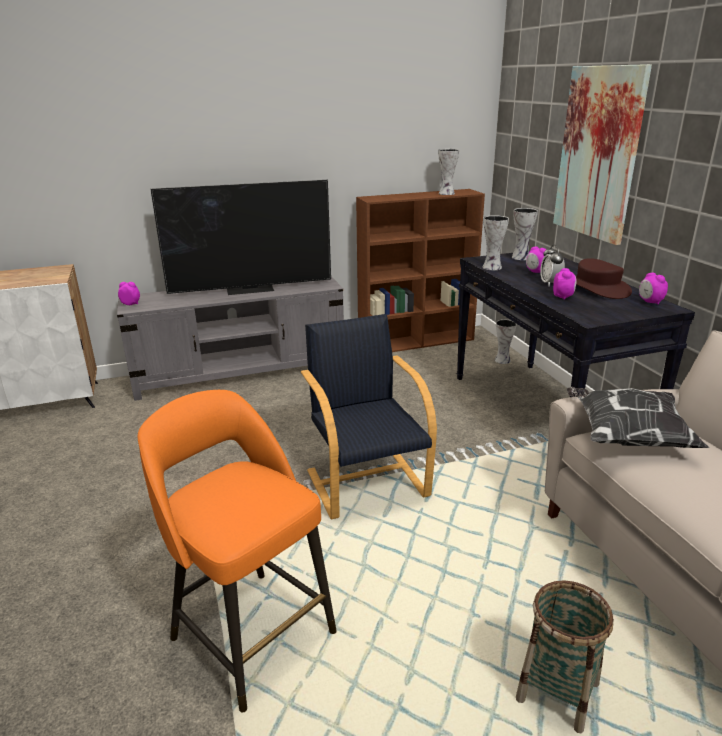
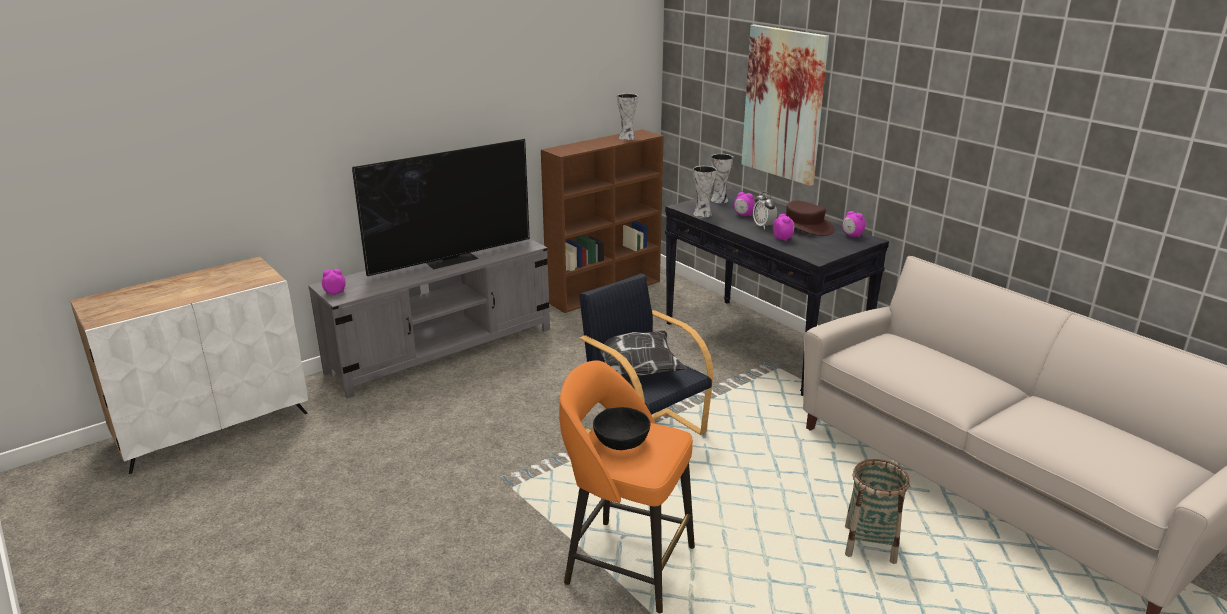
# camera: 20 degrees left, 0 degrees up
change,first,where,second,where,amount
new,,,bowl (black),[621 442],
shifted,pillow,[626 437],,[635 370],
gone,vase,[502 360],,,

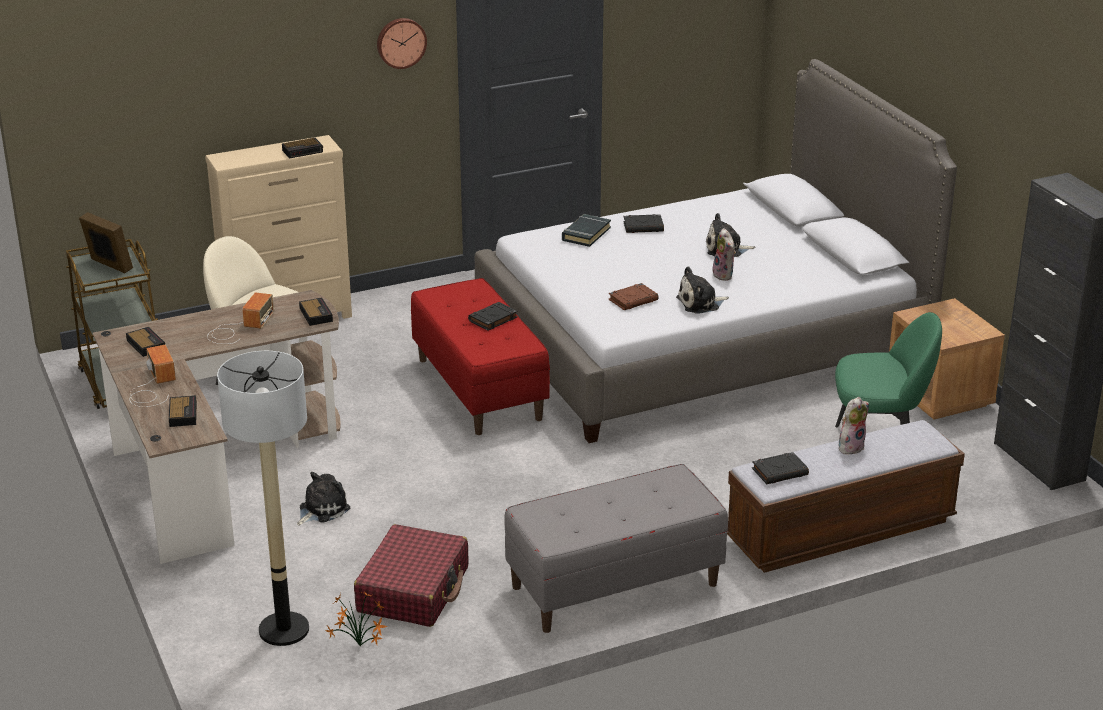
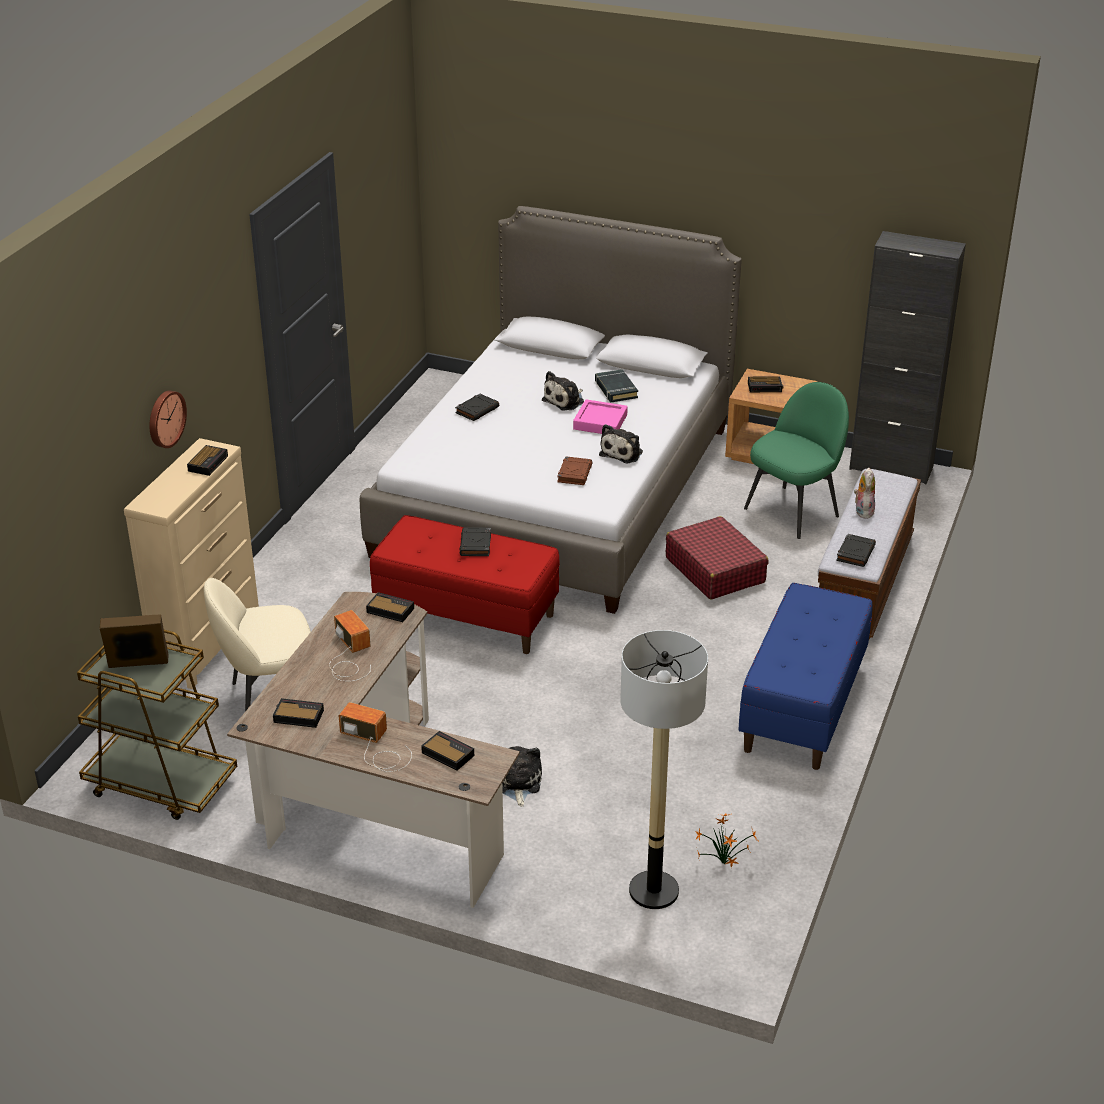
# camera: 45 degrees left, 5 degrees up
change,first,where,second,where,amount
shifted,wall clock,[401 42],,[165 418],
swapped,plush toy,[724 275],tray (pink),[600 422],
shifted,book (black),[585 234],,[615 389],
shifted,suitcase (red),[413 590],,[715 570],
repainted,bench (grey),[614 586],bench (blue),[803 708],
new,,,alarm clock,[765 387],

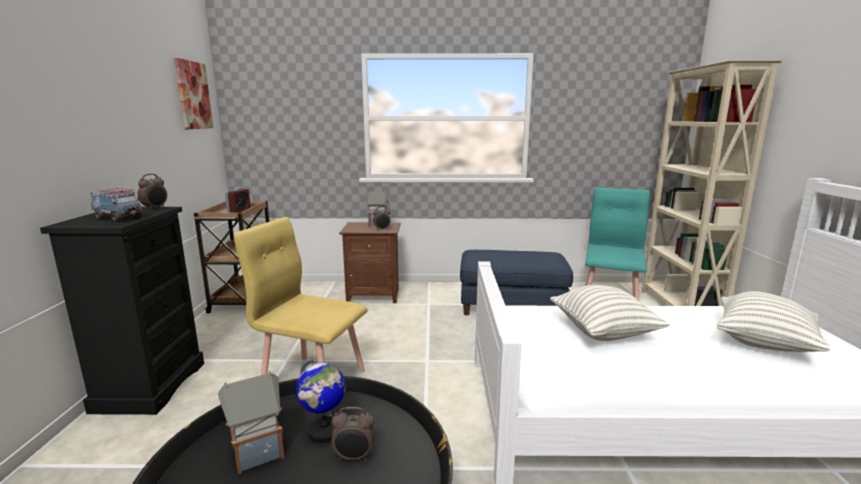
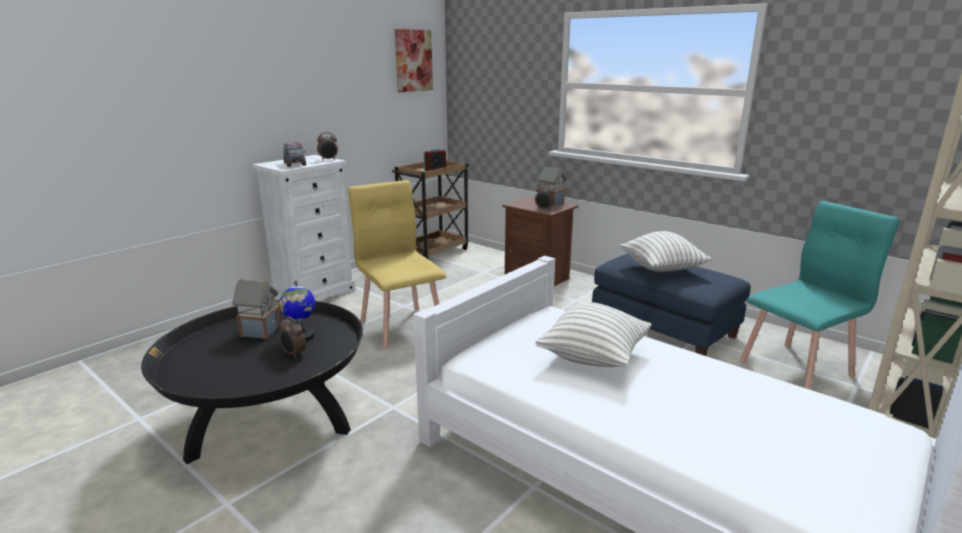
# camera: 40 degrees right, 5 degrees up
change,first,where,second,where,amount
repainted,dresser (black),[150 386],dresser (white),[314 293],
shifted,pillow,[763 343],,[661 269],

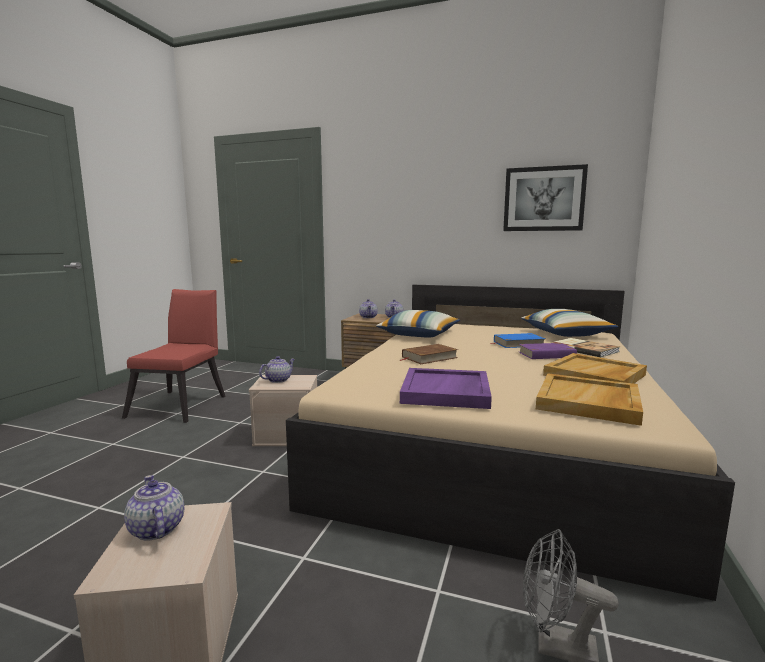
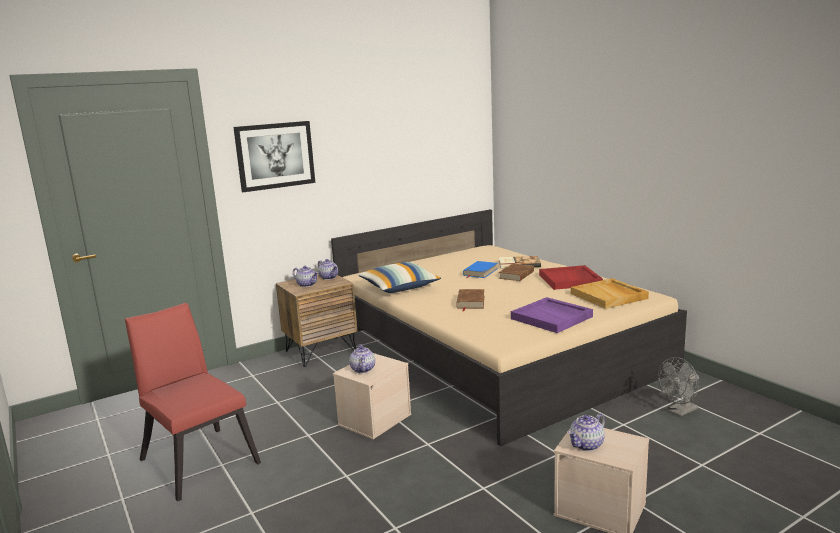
# camera: 50 degrees left, 5 degrees up
change,first,where,second,where,amount
shifted,picture,[543 199],,[275 155],
repainted,book (purple),[547 355],book (brown),[516 275],
repainted,tray (beige),[595 375],tray (red),[570 280],
rotated,teapot,[155 529],,[586 445],45 degrees counterclockwise
gone,pillow,[566 334],,,

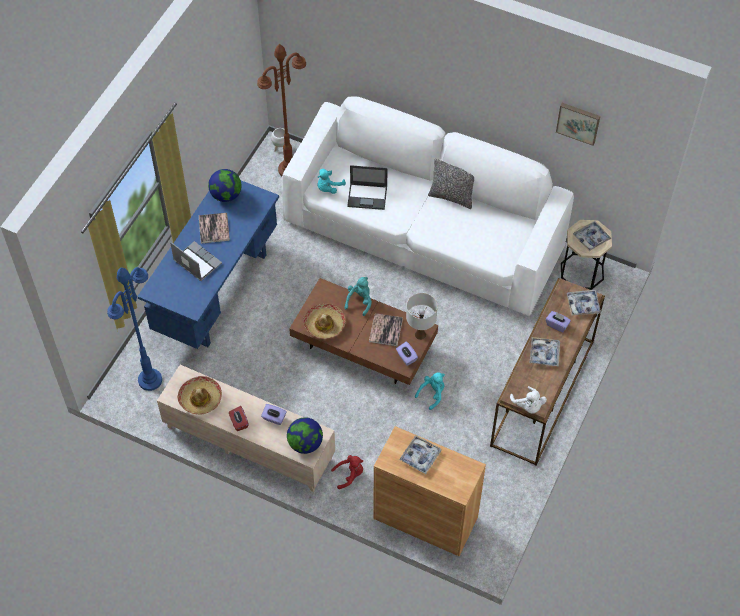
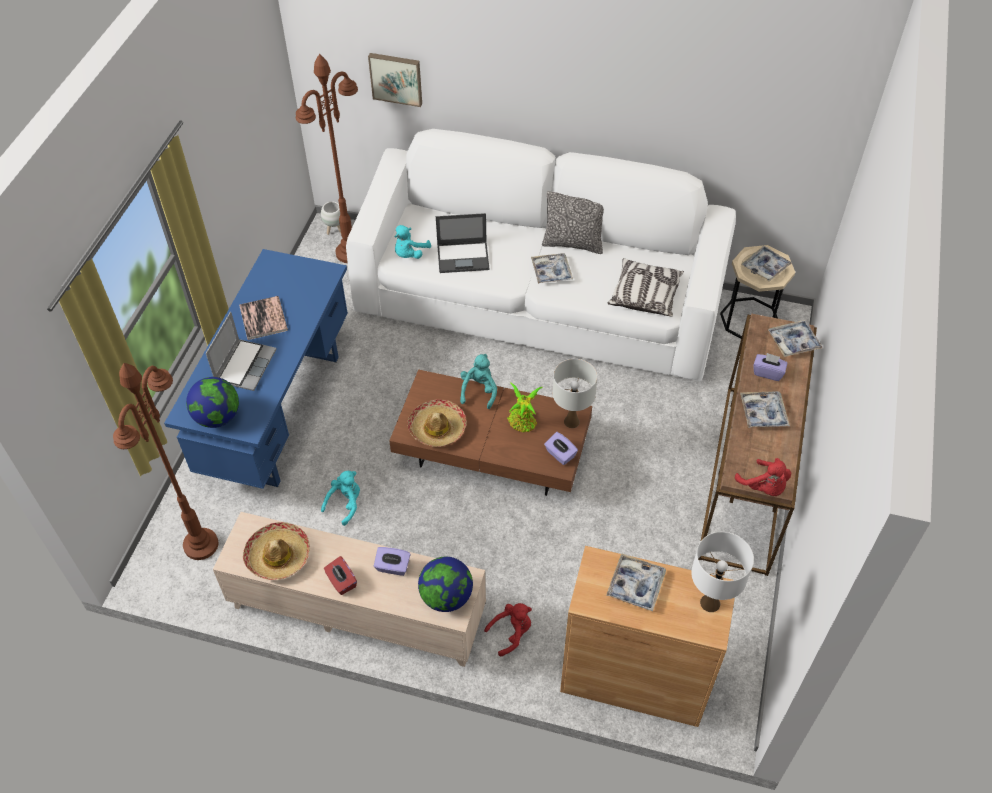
# camera: 10 degrees left, 5 degrees down
change,first,where,second,where,amount
repainted,floor lamp (blue),[150 380],floor lamp (brown),[201 544],
shifted,globe,[226 195],,[217 417],
rotated,laptop,[196 262],,[245 365],75 degrees clockwise
shifted,plush toy (turquoise),[432 394],,[345 504],
shifted,picture,[578 122],,[396 78],
swapped,book,[385 330],potted plant,[523 423],
new,,,tray,[551 272],
new,,,pillow,[645 295],
new,,,table lamp (white),[710 603],
repainted,plush toy (white),[528 406],plush toy (red),[764 487],

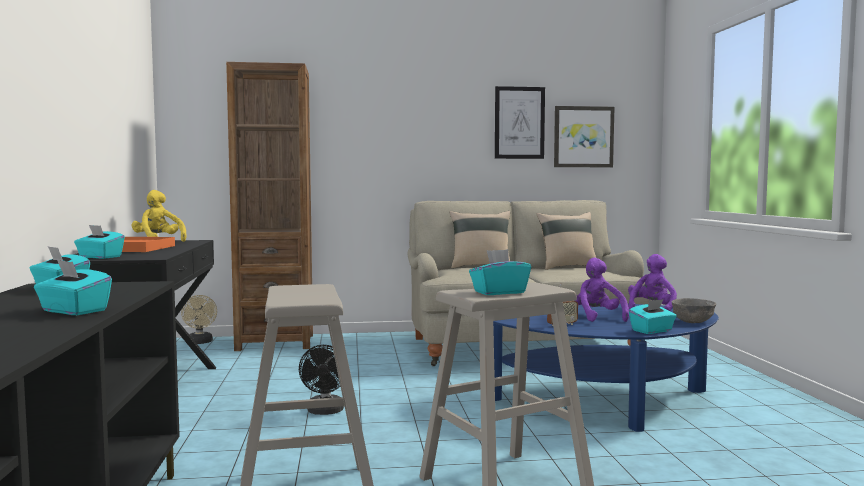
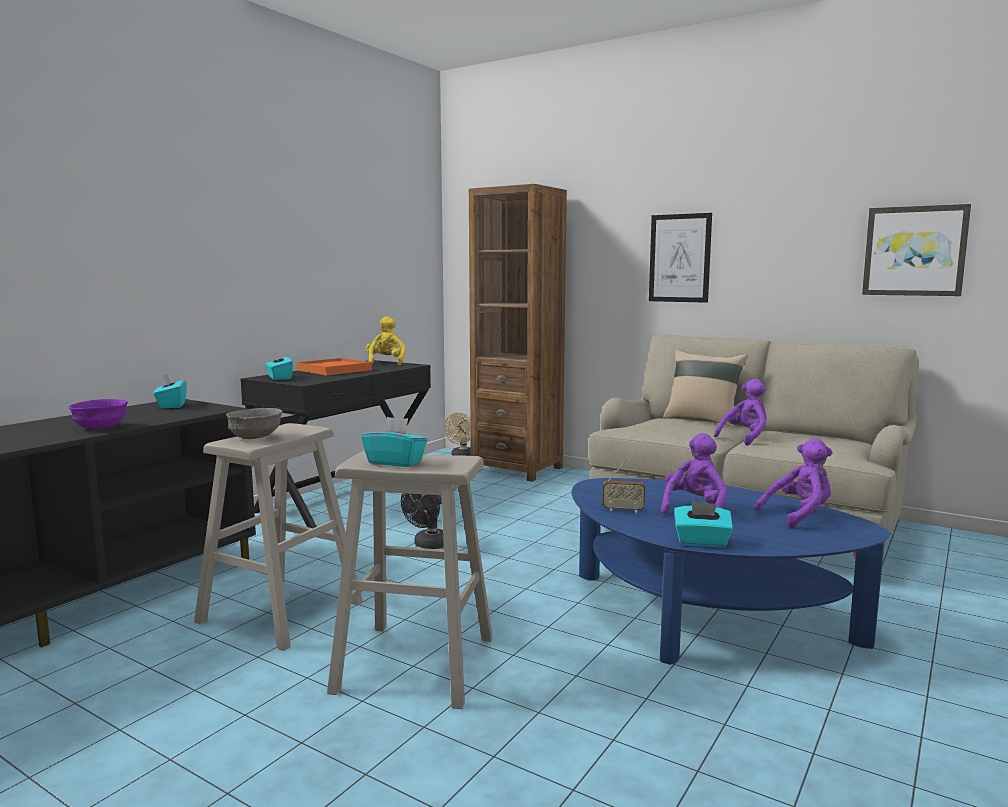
# camera: 40 degrees right, 5 degrees up
change,first,where,second,where,amount
swapped,tissue box (turquoise),[73 311],bowl (purple),[101 427],
shifted,bowl (grey),[693 321],,[255 437],
shifted,picture,[519 123],,[679 258],
new,,,plush toy (purple),[745 438],
gone,pillow (beige),[567 267],,,

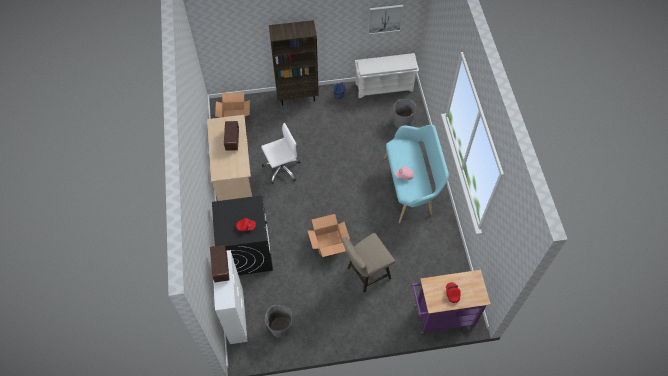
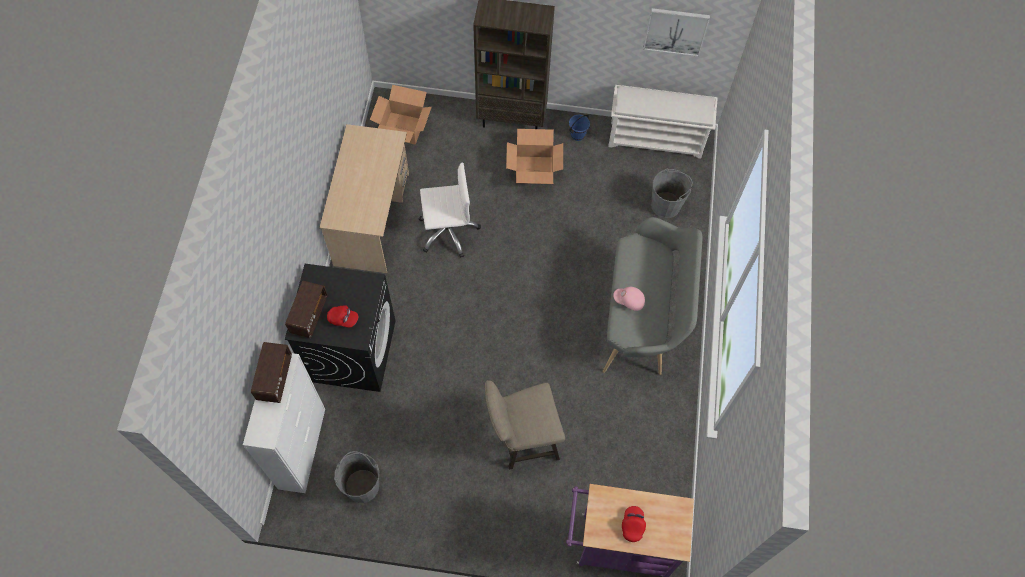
# camera: 15 degrees right, 5 degrees up
change,first,where,second,where,amount
shifted,radio,[232 140],,[309 315],
shifted,cardboard box,[329 243],,[534 170],
repainted,bench (turquoise),[411 187],bench (grey),[643 317],

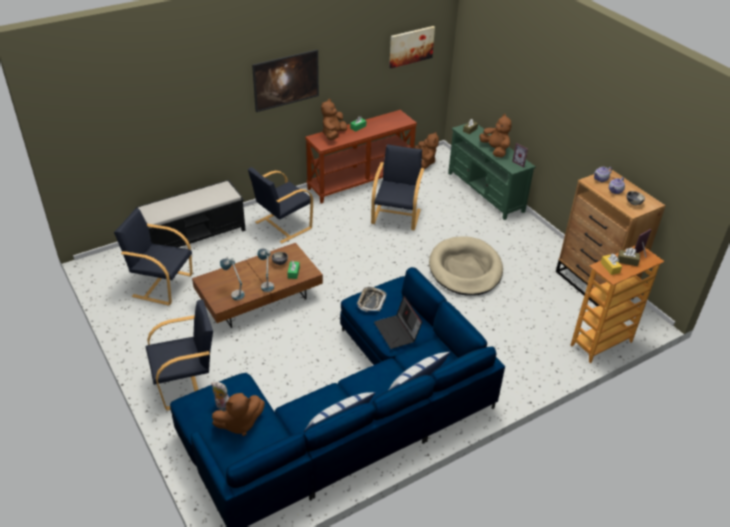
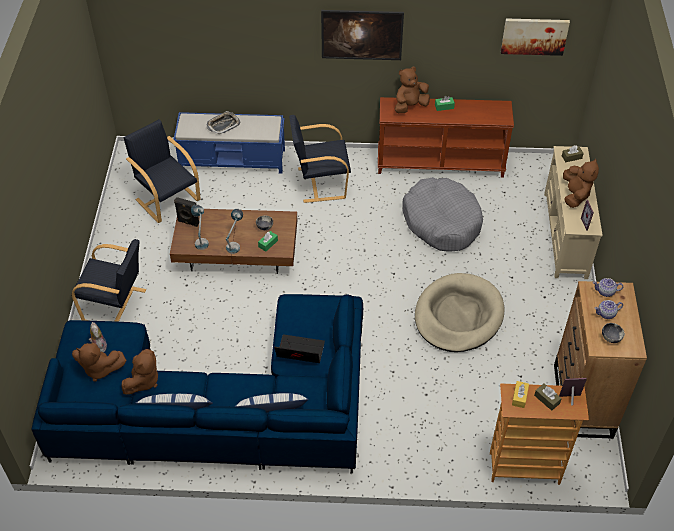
# camera: 35 degrees right, 10 degrees up
change,first,where,second,where,amount
shifted,plush toy (brown),[425 162],,[143 381],
repainted,bench (black),[195 236],bench (blue),[233 159],
new,,,speaker (black),[188 222],
shifted,tray,[371 301],,[223 125],
rotated,laptop,[397 332],,[299 352],90 degrees clockwise
swapped,armchair (black),[396 216],dog bed (grey),[441 222],
repainted,tv stand (green),[485 192],tv stand (beige),[565 235],

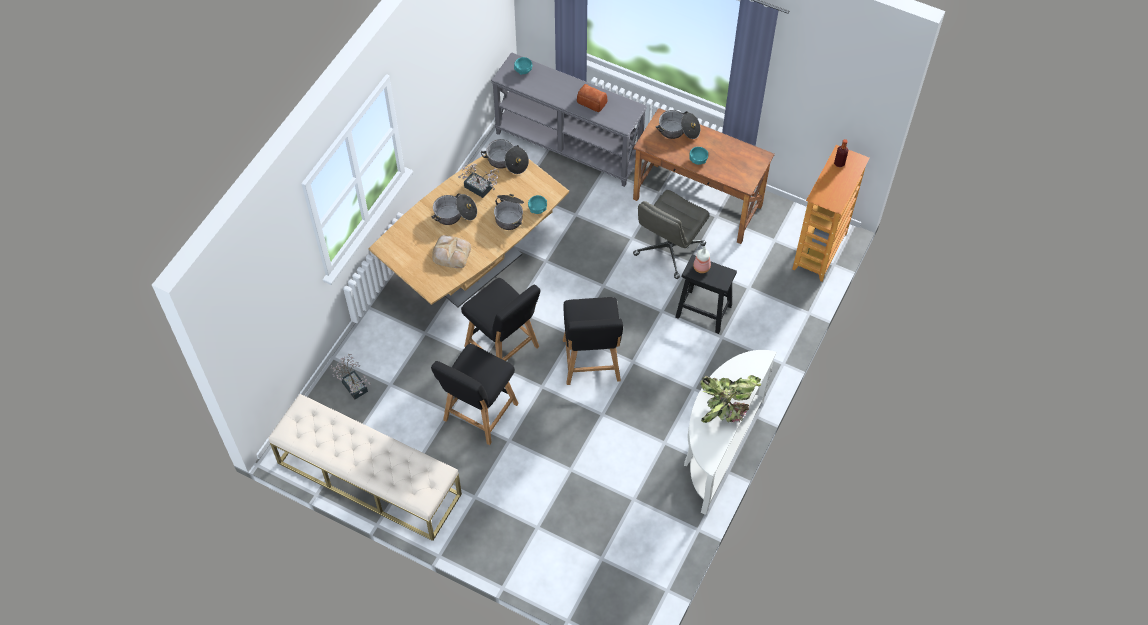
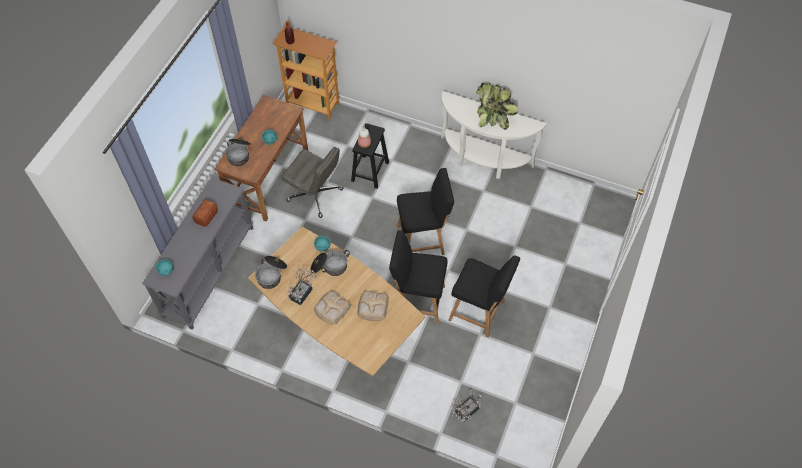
# camera: 95 degrees left, 0 degrees up
change,first,where,second,where,amount
swapped,cooking pot,[455 215],bread,[331 309],
rotated,chair (black),[504 349],,[417 300],120 degrees counterclockwise
gone,bench (beige),[368 478],,,

